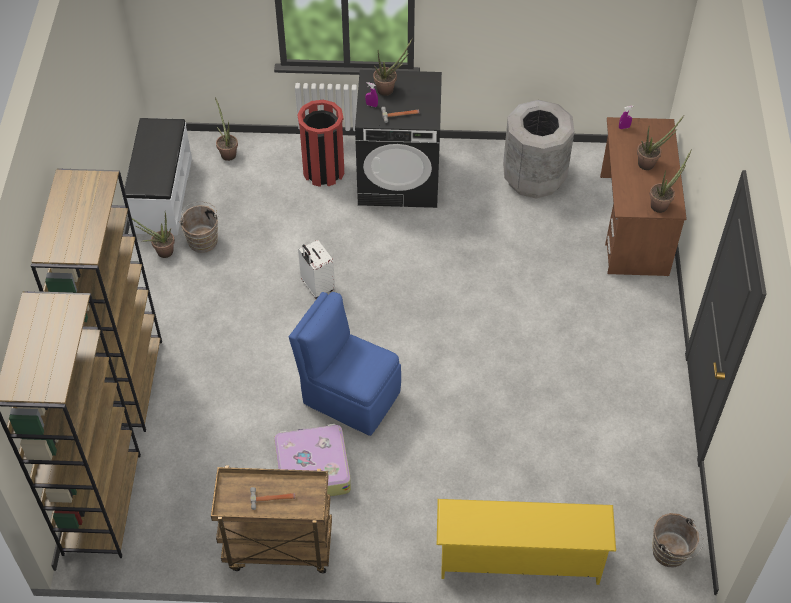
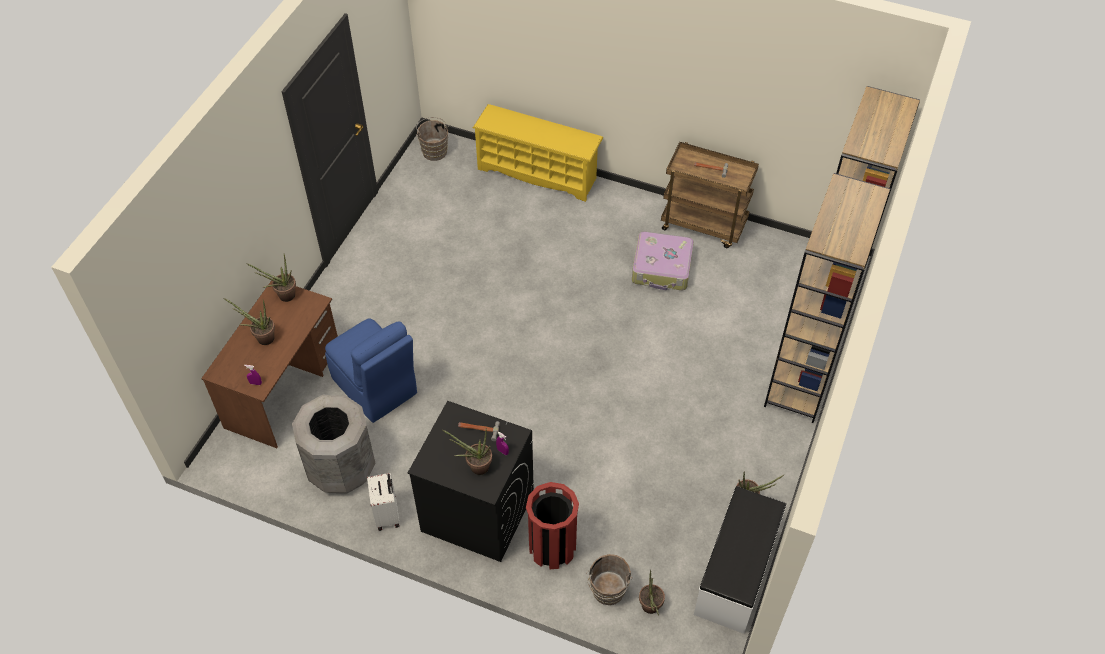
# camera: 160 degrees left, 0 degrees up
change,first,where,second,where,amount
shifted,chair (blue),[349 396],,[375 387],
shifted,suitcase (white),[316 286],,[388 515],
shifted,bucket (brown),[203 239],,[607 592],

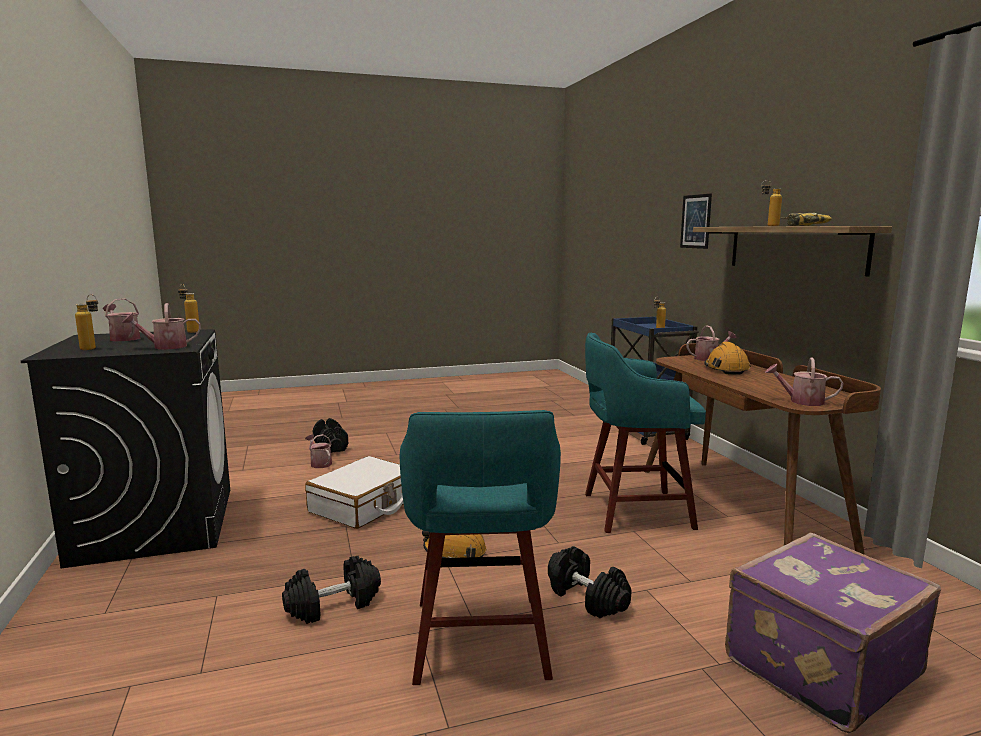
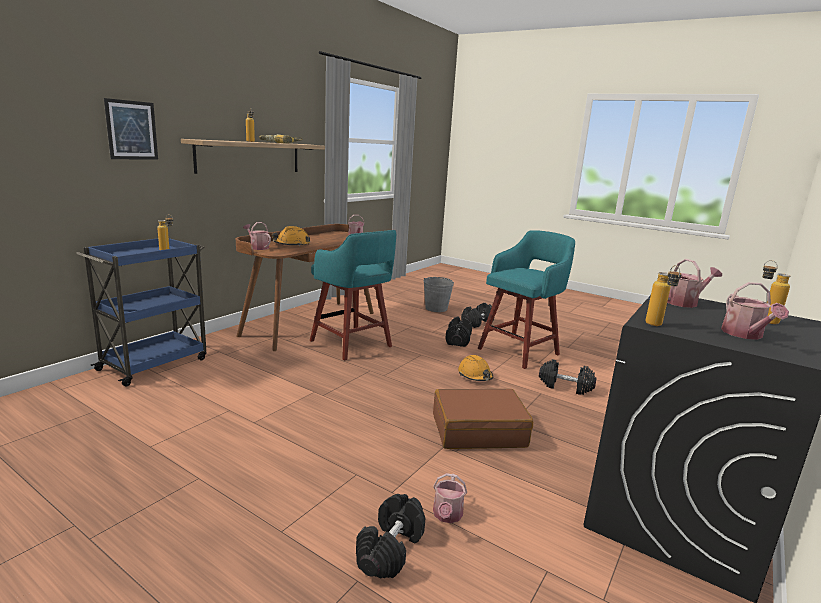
# camera: 130 degrees left, 5 degrees up
change,first,where,second,where,amount
swapped,suitcase (purple),[817 666],bucket (grey),[436 308],
repainted,suitcase (white),[364 505],suitcase (brown),[478 430],
new,,,dumbbell (black),[477 323],
rotated,watering can,[165 347],,[684 302],45 degrees counterclockwise

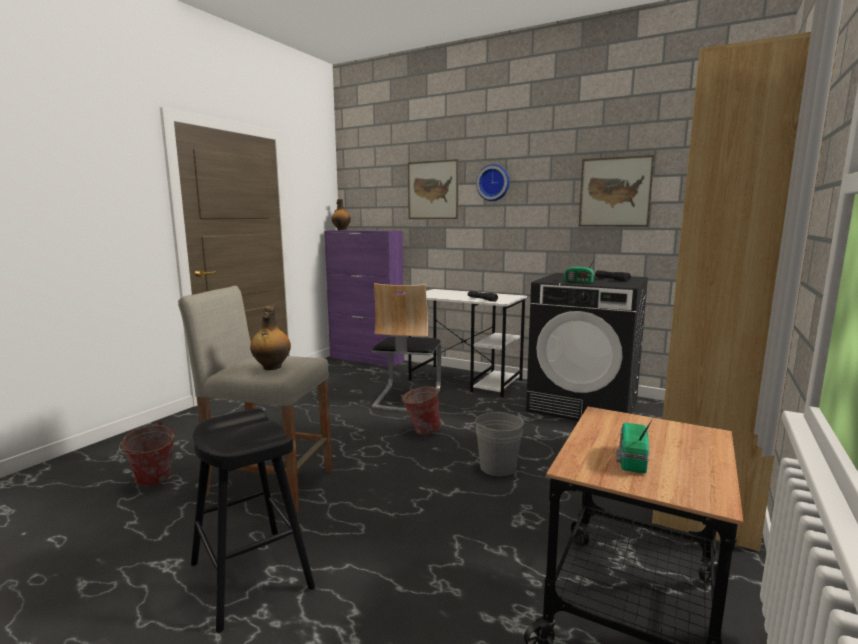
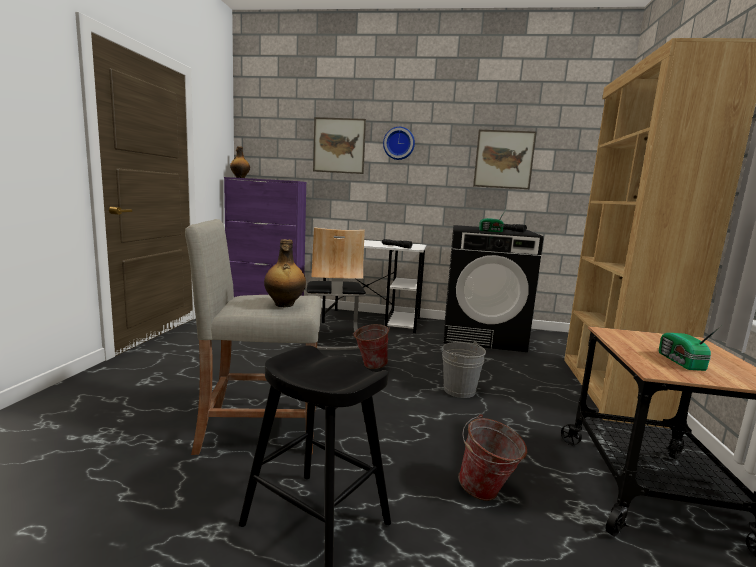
# camera: 20 degrees left, 0 degrees up
change,first,where,second,where,amount
shifted,bucket,[152 482],,[487 493],

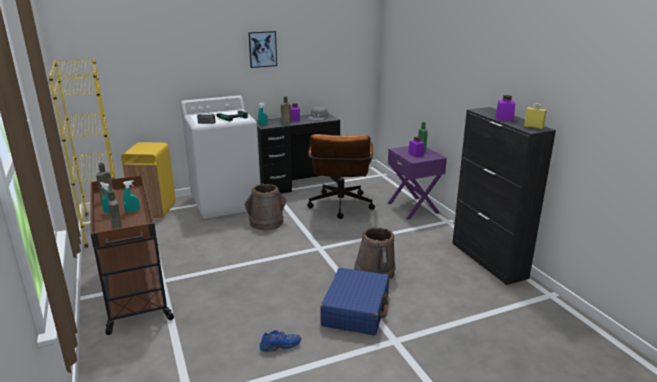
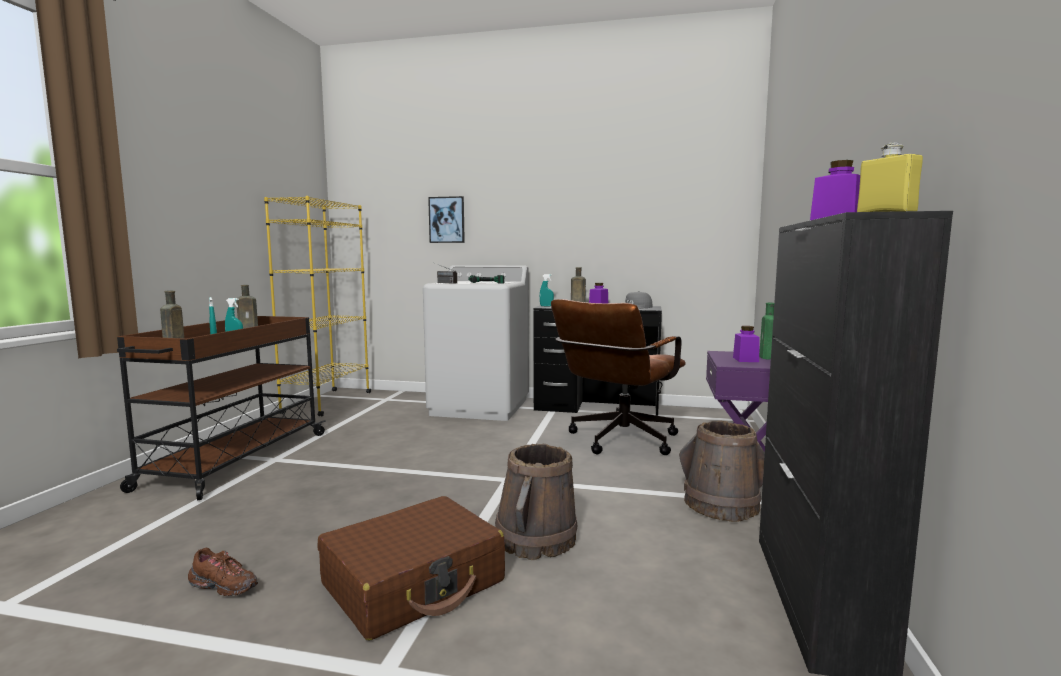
# camera: 35 degrees right, 15 degrees down
change,first,where,second,where,amount
repainted,shoe (blue),[280 346],shoe (brown),[224 587],
repainted,suitcase (blue),[356 310],suitcase (brown),[414 583],
shifted,picture,[262 49],,[447 220],
shifted,bucket (brown),[266 223],,[721 505],
gone,trash can (yellow),[154 210],,,

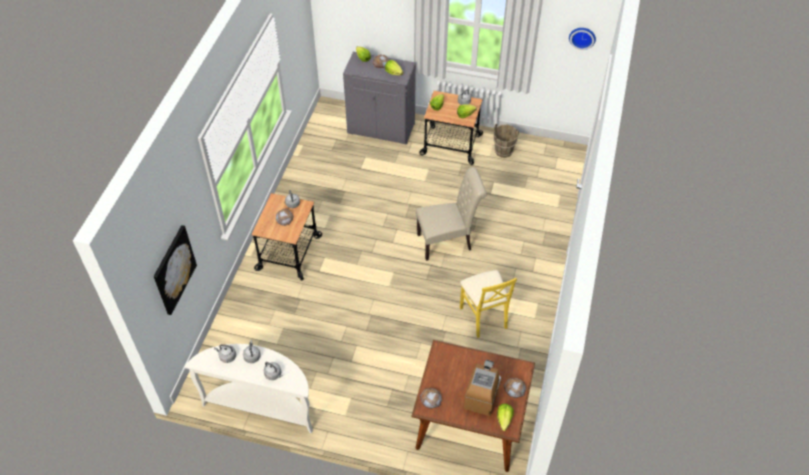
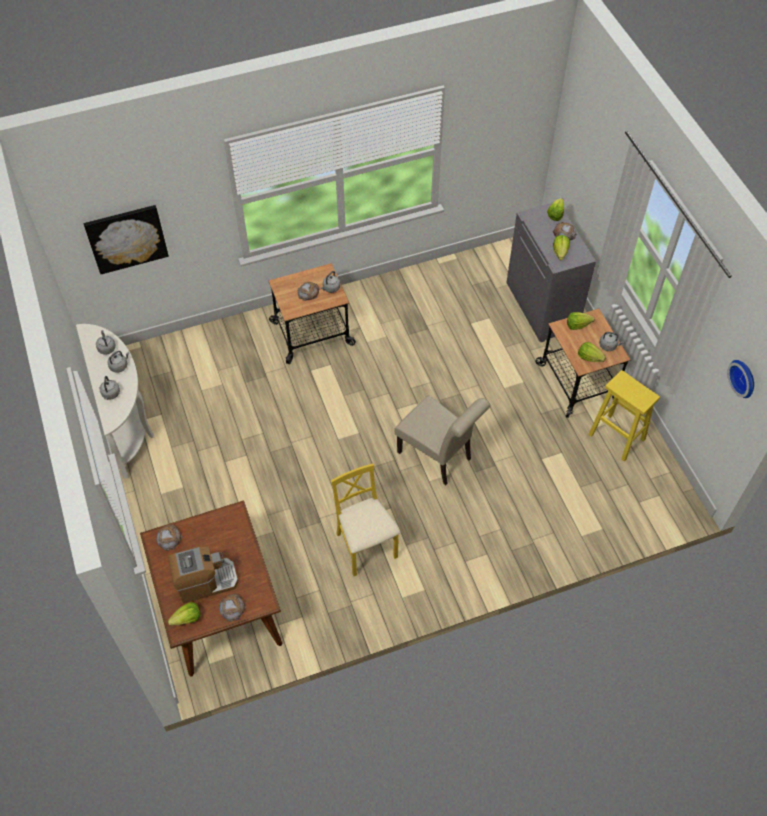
# camera: 55 degrees right, 5 degrees up
change,first,where,second,where,amount
rotated,chair (yellow),[484 316],,[366 547],120 degrees clockwise
swapped,bucket (brown),[503 152],stool (yellow),[615 436],

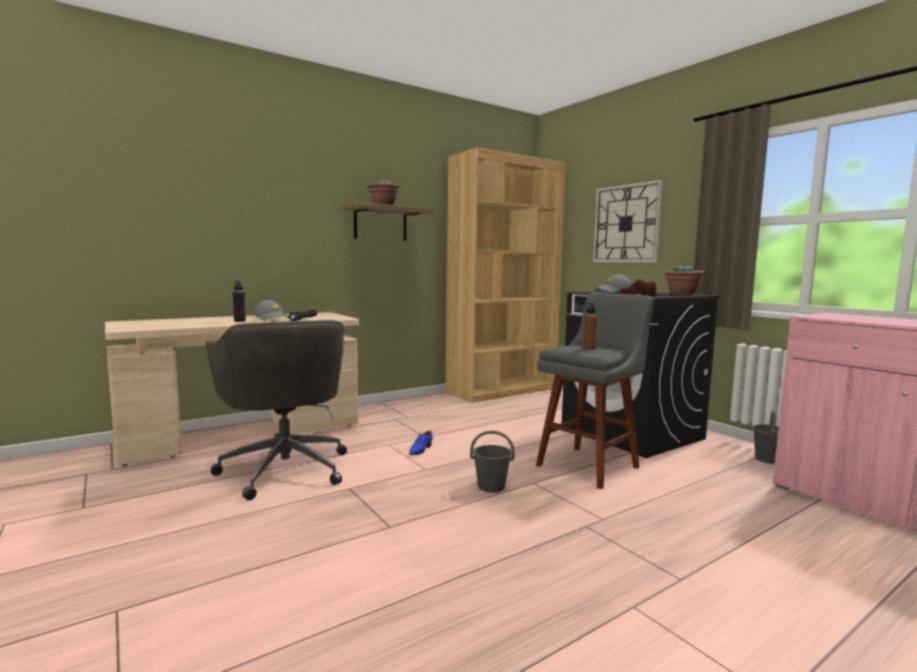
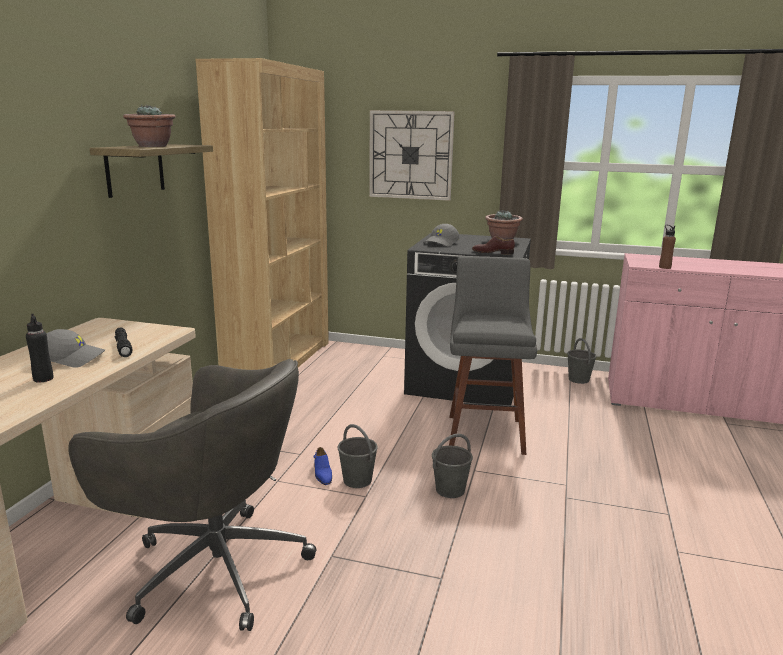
# camera: 40 degrees left, 10 degrees up
change,first,where,second,where,amount
new,,,bucket (grey),[357 480],
shifted,bottle (brown),[589 348],,[664 267],

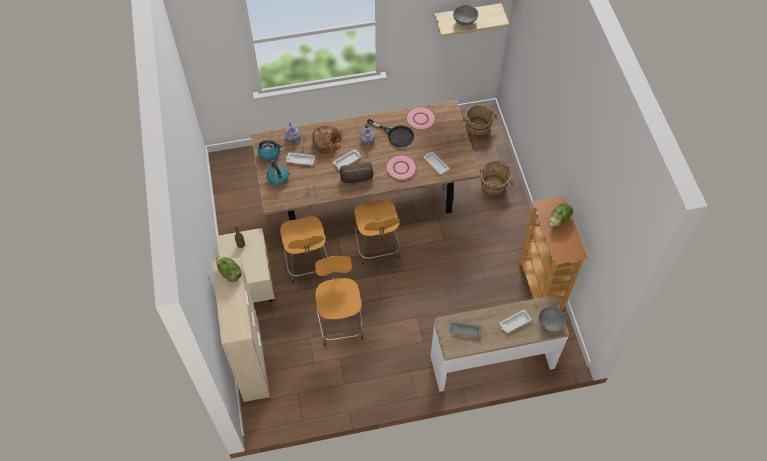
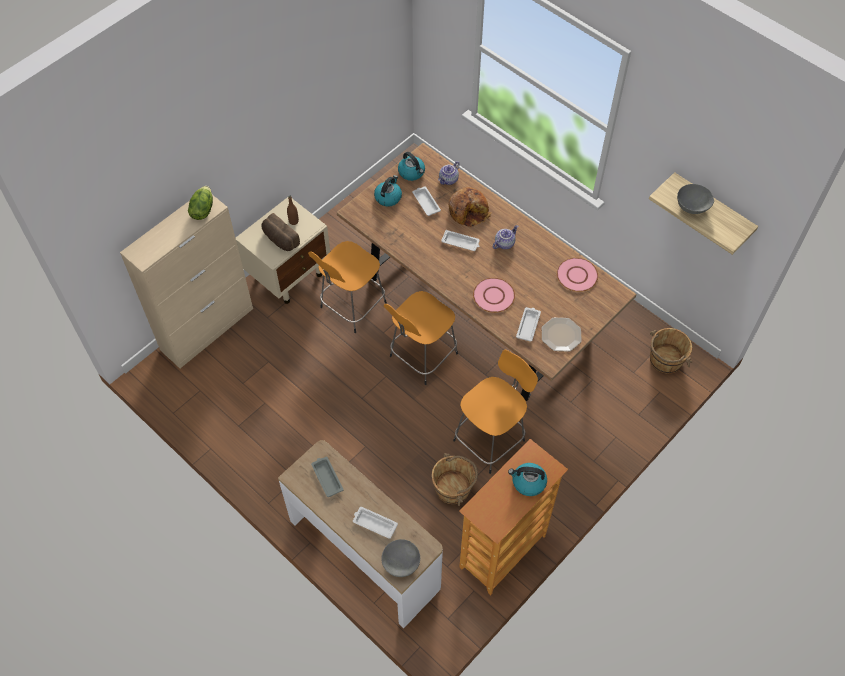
# camera: 55 degrees right, 0 degrees up
change,first,where,second,where,amount
shifted,bread,[357 178],,[280 240],
shifted,bucket (brown),[493 186],,[453 488],
shifted,stool (orange),[340 322],,[491 439],
swapped,lettuce,[559 219],kettle,[528 482],
new,,,plate,[560 335],
gone,frying pan (black),[396 135],,,

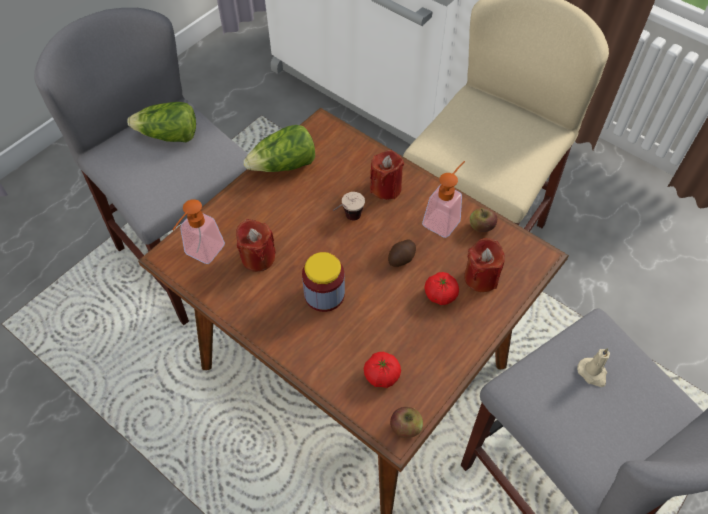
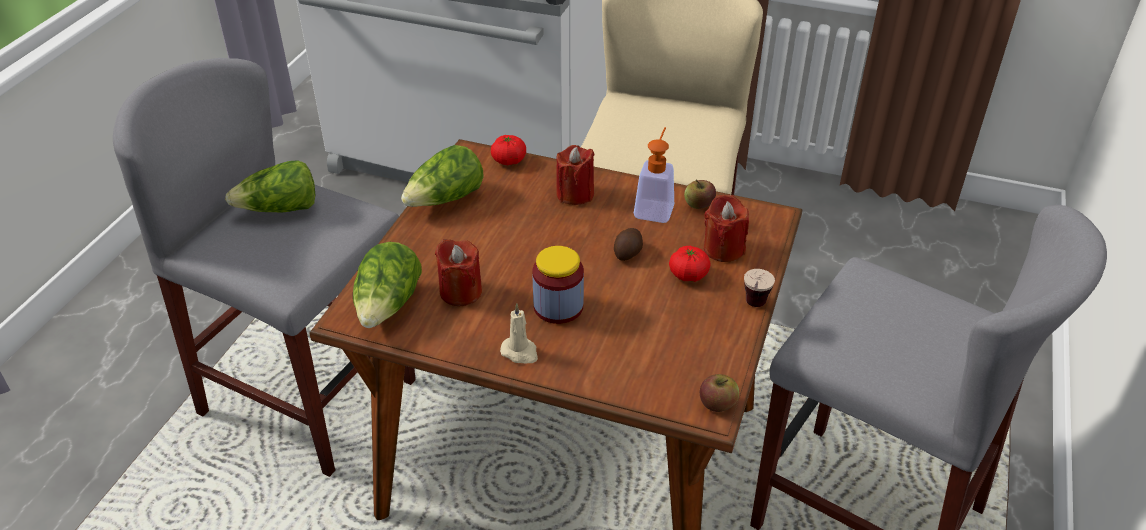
# camera: 20 degrees left, 15 degrees down
change,first,where,second,where,amount
swapped,soap dispenser,[201 254],lettuce,[388 305],
shifted,tomato,[381 375],,[509 160],
shifted,candle (beige),[592 373],,[520 352],
shifted,cup,[347 220],,[753 309],

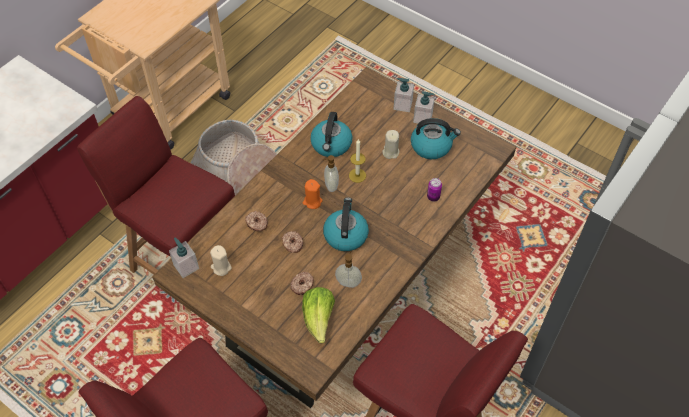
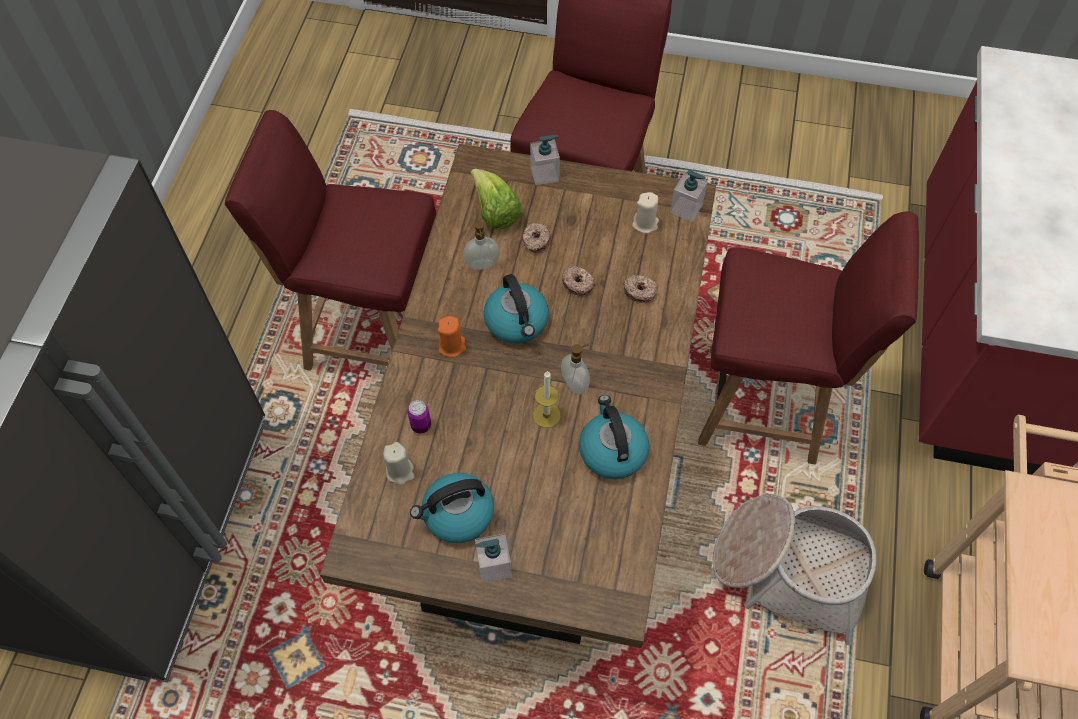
# camera: 155 degrees right, 5 degrees up
change,first,where,second,where,amount
shifted,candle (beige),[390 152],,[400 471],
shifted,candle (orange),[312 202],,[452 346],
shifted,soap dispenser,[402 105],,[545 174],

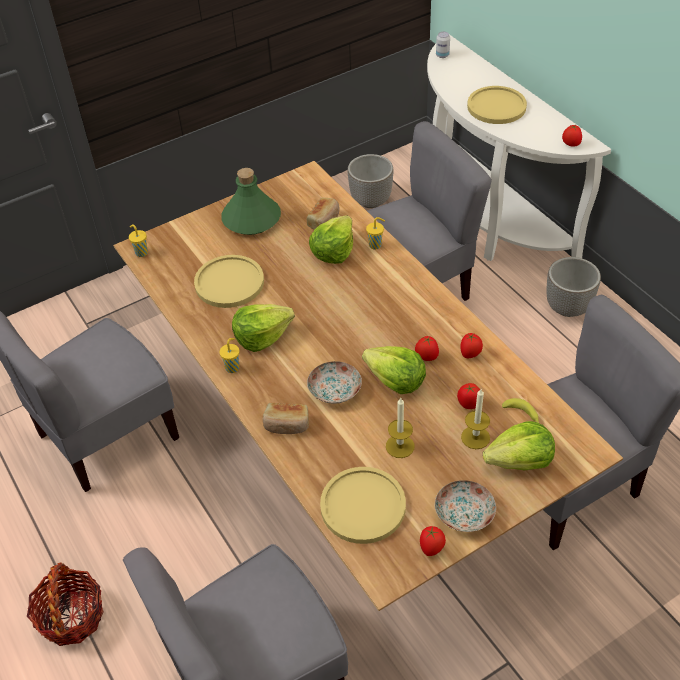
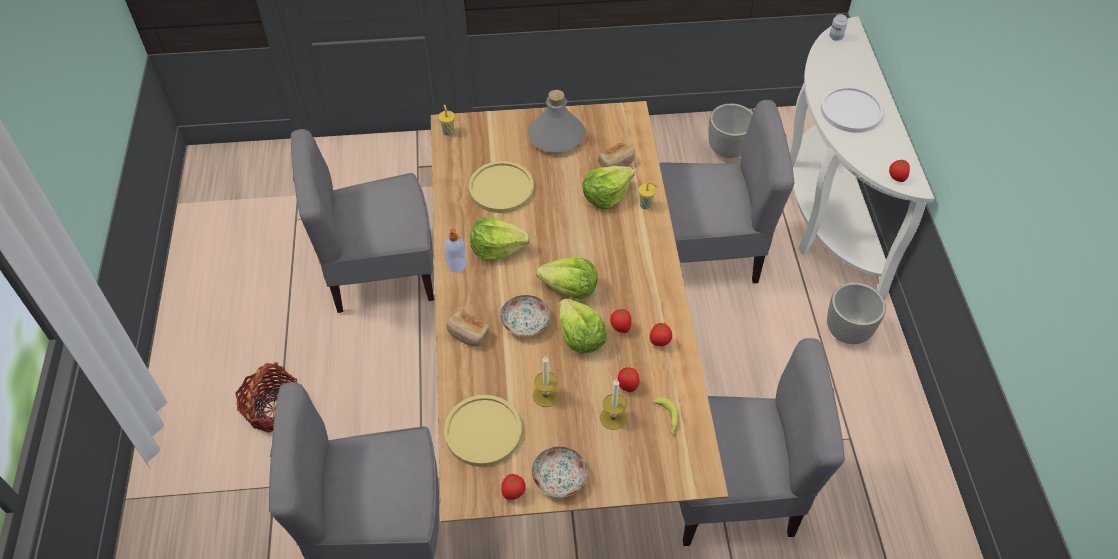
# camera: 25 degrees right, 5 degrees up
change,first,where,second,where,amount
swapped,cup (yellow),[233 367],soap dispenser,[457 265],
repainted,bottle (green),[251 219],bottle (grey),[556 136],
shifted,lettuce,[520 461],,[570 288],
repainted,plate (yellow),[496 106],plate (white),[851 111],

